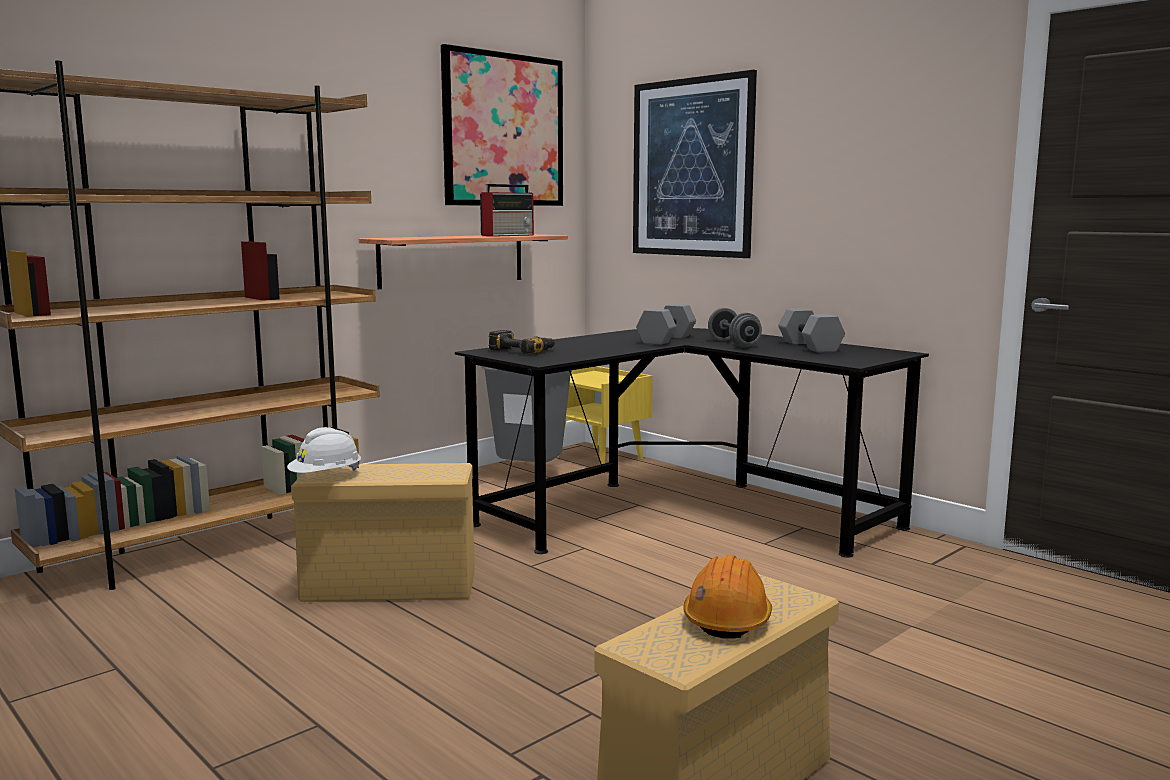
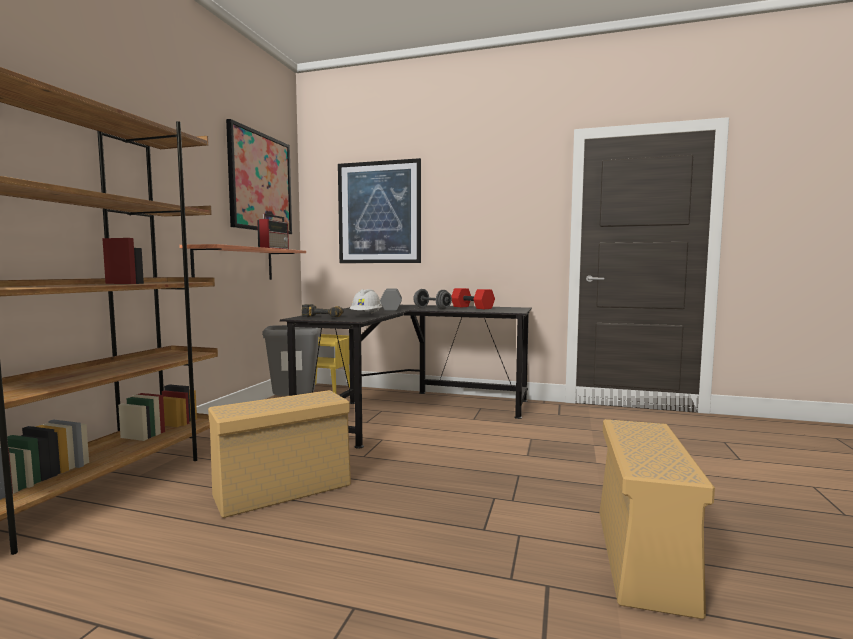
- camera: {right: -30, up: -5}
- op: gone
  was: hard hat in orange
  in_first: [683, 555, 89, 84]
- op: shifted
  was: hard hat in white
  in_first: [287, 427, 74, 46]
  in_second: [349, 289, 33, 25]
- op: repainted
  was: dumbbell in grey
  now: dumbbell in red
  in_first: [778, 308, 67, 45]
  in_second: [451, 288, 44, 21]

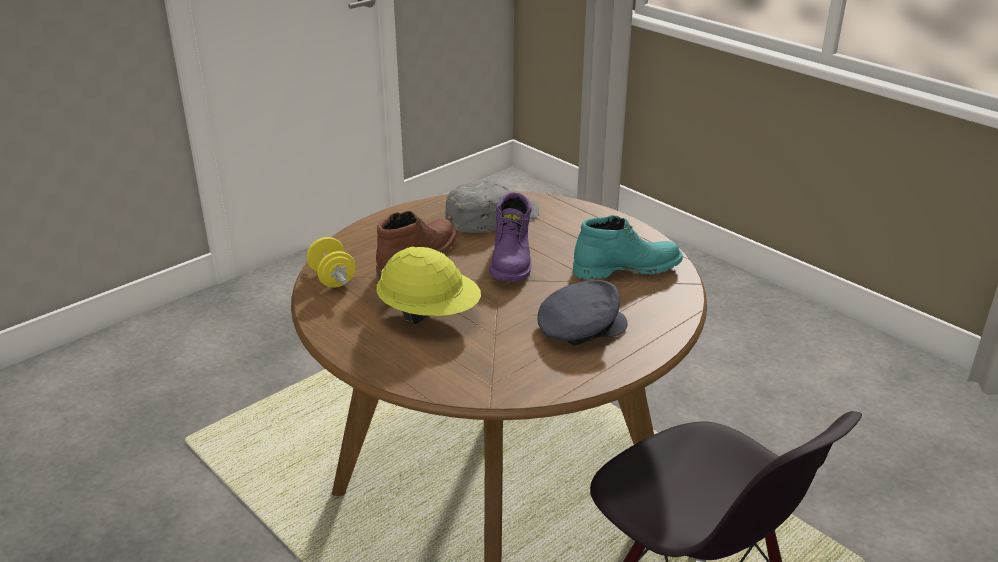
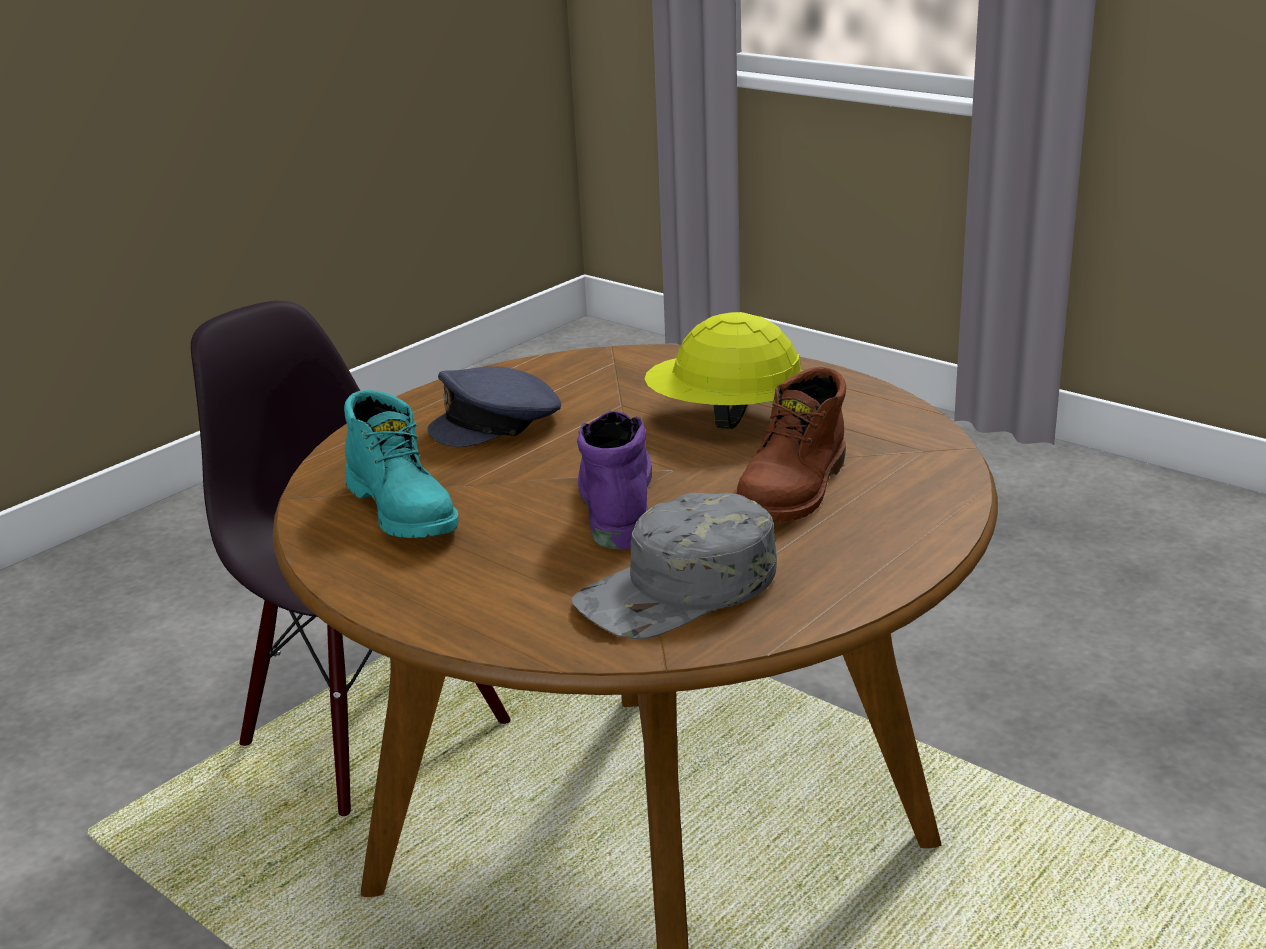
- camera: {right: 175, up: -5}
- op: gone
  was: dumbbell in yellow
  in_first: [307, 237, 49, 51]
- op: rotated
  was: boot in turquoise
  in_first: [573, 216, 110, 63]
  in_second: [344, 390, 114, 148]
  clockwise: -105

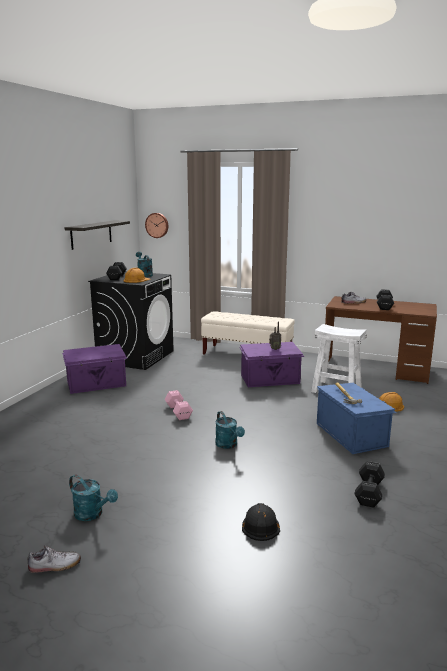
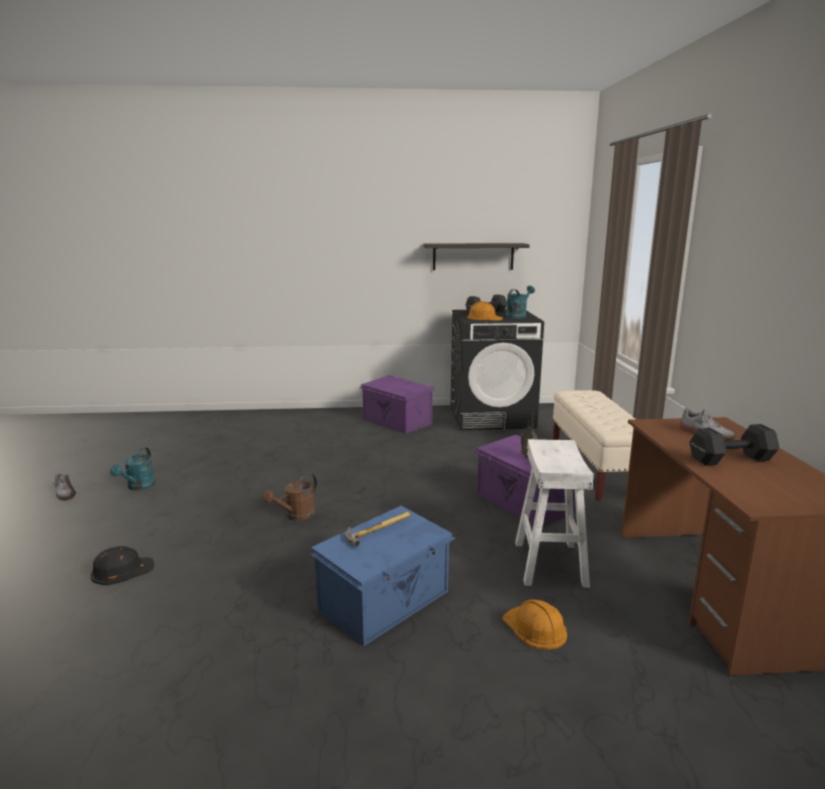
- camera: {right: 65, up: 0}
- op: gone
  was: wall clock
  in_first: [145, 213, 23, 25]
- op: gone
  was: dumbbell in pink
  in_first: [165, 390, 28, 30]
- op: gone
  was: dumbbell in black
  in_first: [354, 461, 31, 47]
- op: repainted
  was: watering can in turquoise
  now: watering can in brown
  in_first: [215, 411, 30, 38]
  in_second: [263, 473, 54, 48]

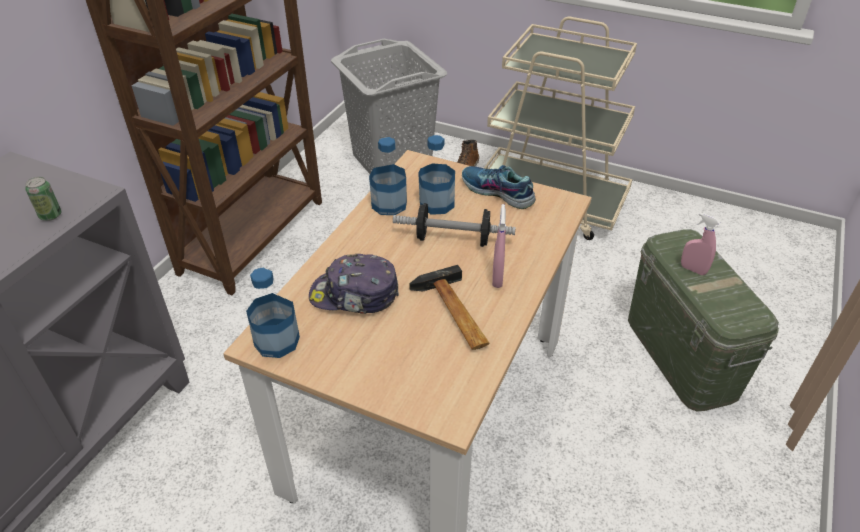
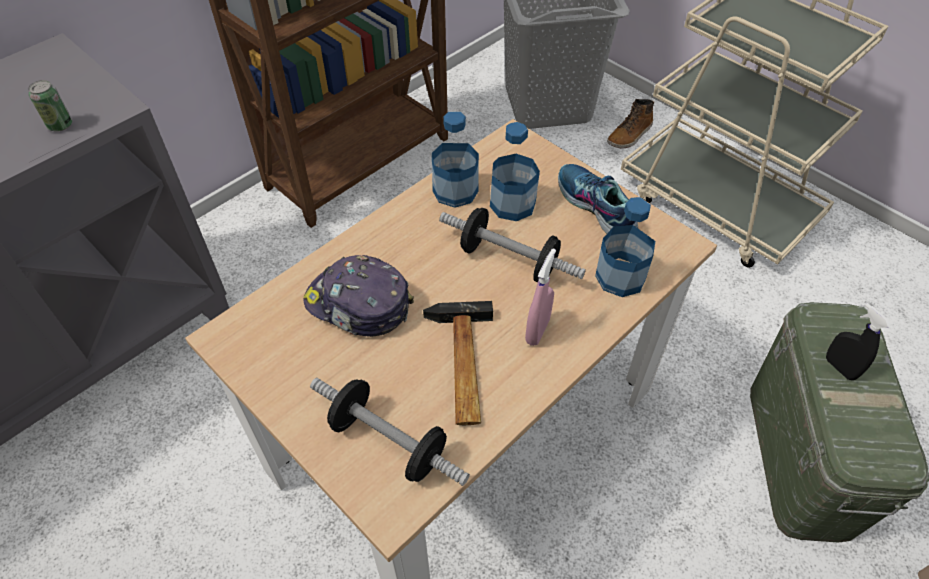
- camera: {right: 20, up: 10}
- op: new
  now: dumbbell
  in_second: [310, 378, 160, 108]
- op: shifted
  was: bottle
  in_first: [246, 267, 54, 91]
  in_second: [595, 197, 60, 100]
- op: repainted
  was: spray bottle in pink
  now: spray bottle in black
  in_first: [681, 213, 39, 62]
  in_second: [826, 303, 65, 77]

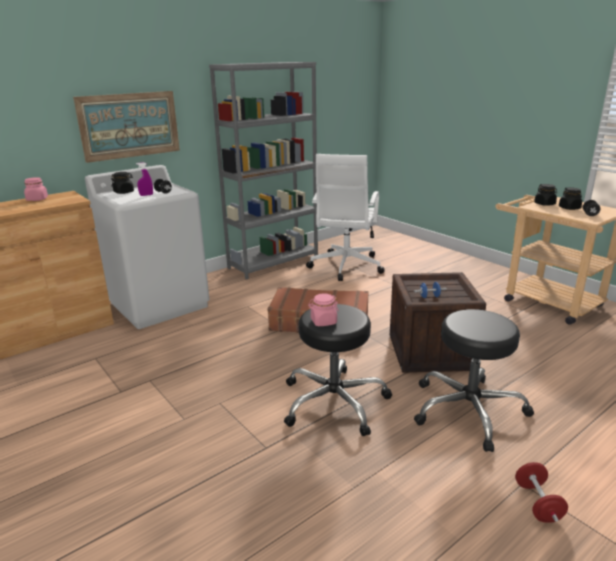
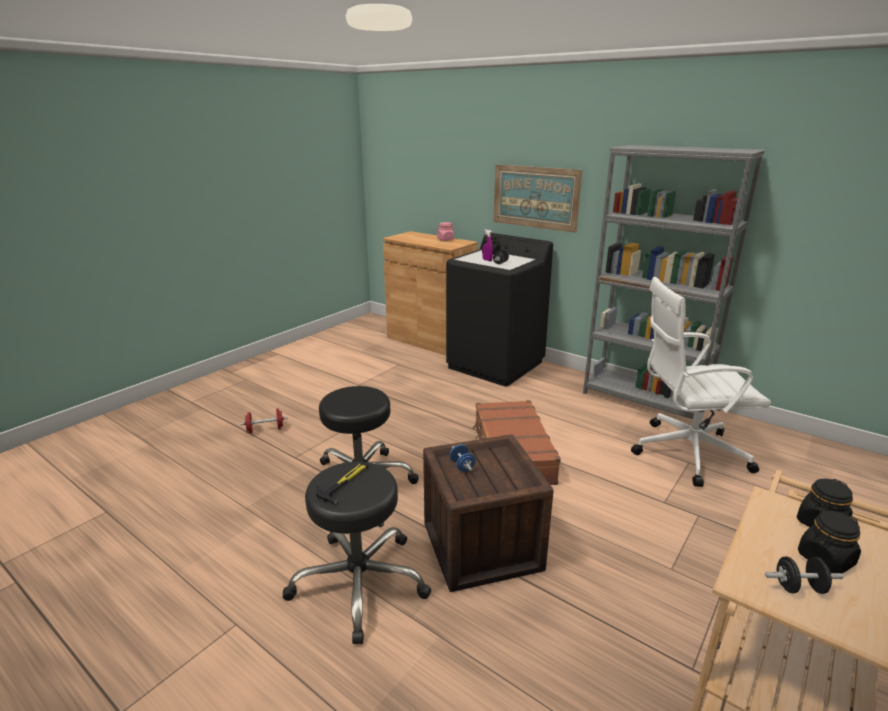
- camera: {right: 75, up: 0}
- op: gone
  was: jar in pink
  in_first: [308, 293, 31, 33]
- op: new
  now: hammer
  in_second: [316, 461, 53, 44]
- op: shifted
  was: dumbbell in red
  in_first: [515, 462, 53, 61]
  in_second: [241, 408, 46, 25]
- op: repainted
  was: washing machine in white
  now: washing machine in black
  in_first: [85, 165, 125, 164]
  in_second: [446, 233, 107, 154]

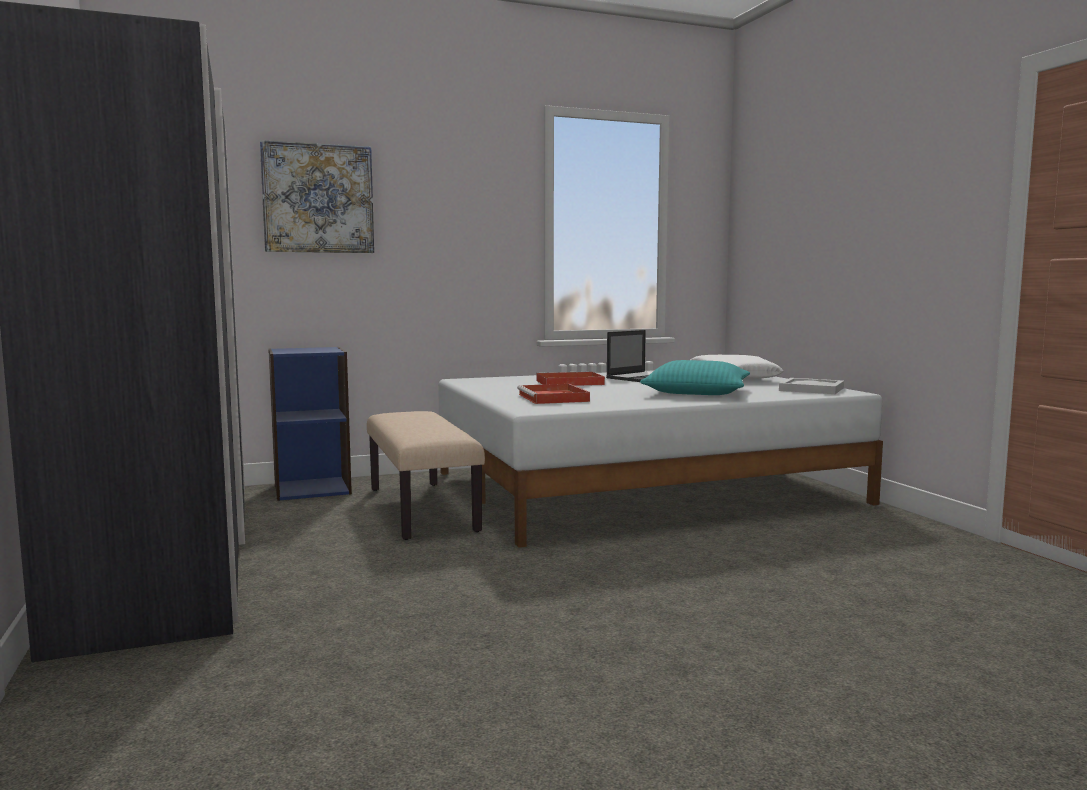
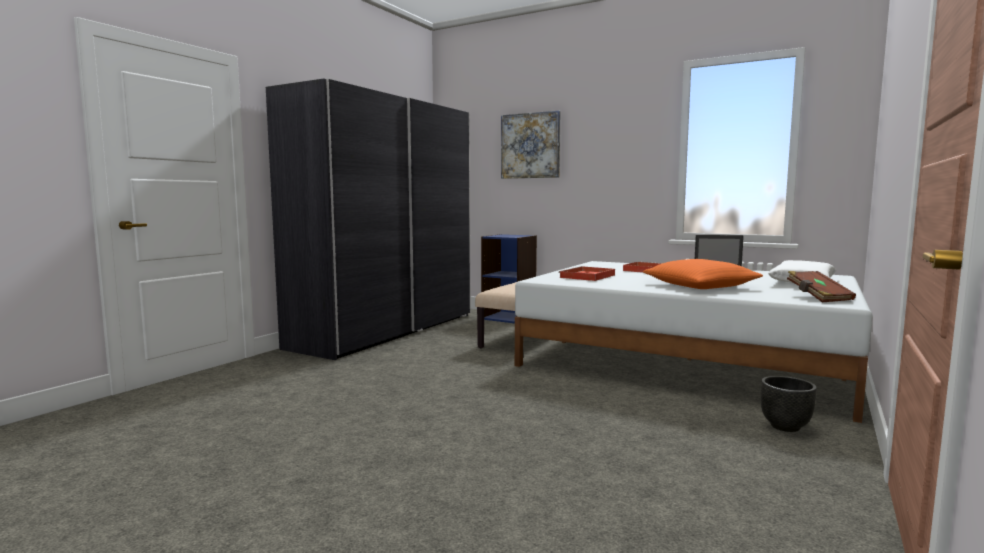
- camera: {right: 50, up: 0}
- op: new
  now: planter in black
  in_second: [760, 376, 57, 56]
- op: swapped
  was: tray in white
  now: book in brown
  in_first: [779, 378, 65, 16]
  in_second: [787, 271, 69, 31]
- op: repainted
  was: pillow in turquoise
  now: pillow in orange
  in_first: [640, 360, 110, 35]
  in_second: [643, 259, 120, 30]

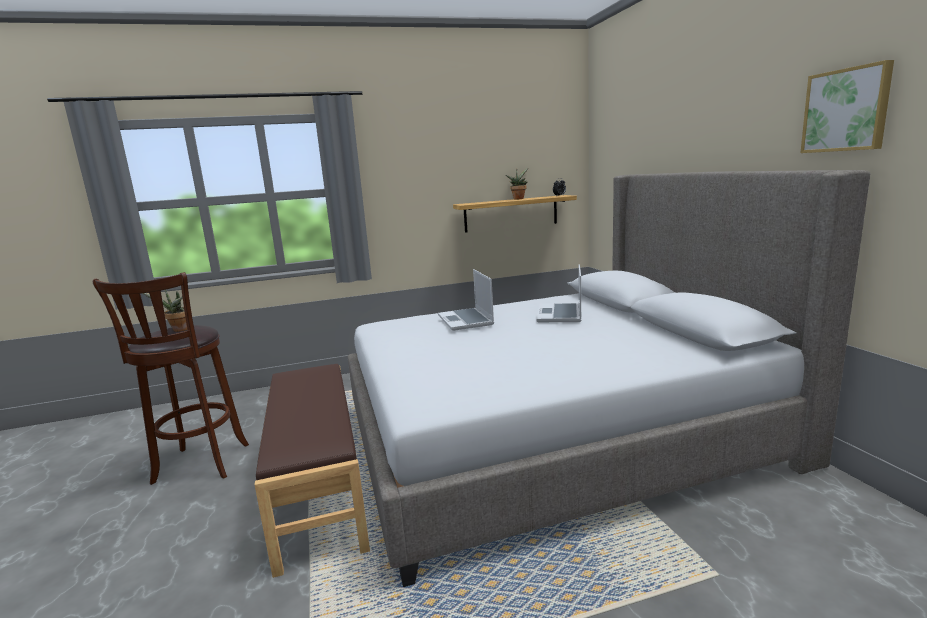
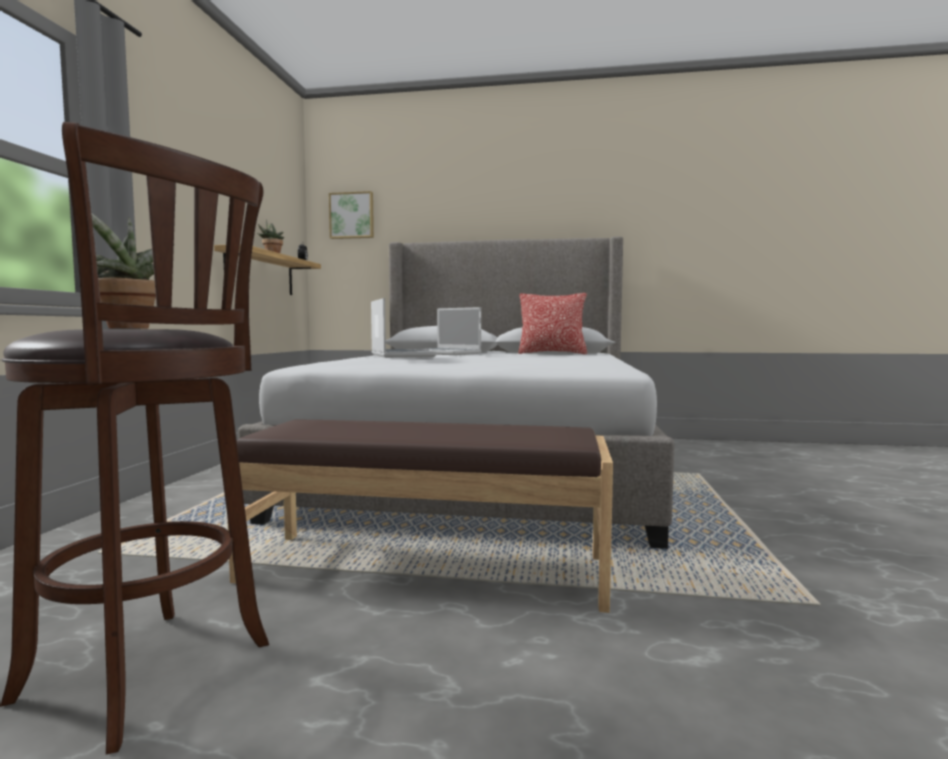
- camera: {right: -65, up: -10}
- op: new
  now: pillow
  in_second: [518, 293, 69, 61]
- op: shifted
  was: picture
  in_first: [800, 60, 94, 93]
  in_second: [329, 191, 45, 48]
- op: rotated
  was: laptop
  in_first: [438, 269, 56, 62]
  in_second: [371, 298, 66, 60]
  clockwise: -120

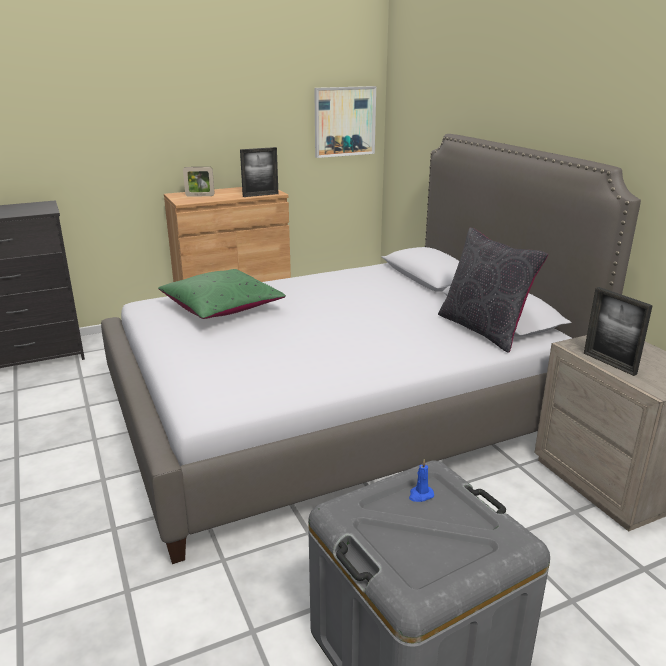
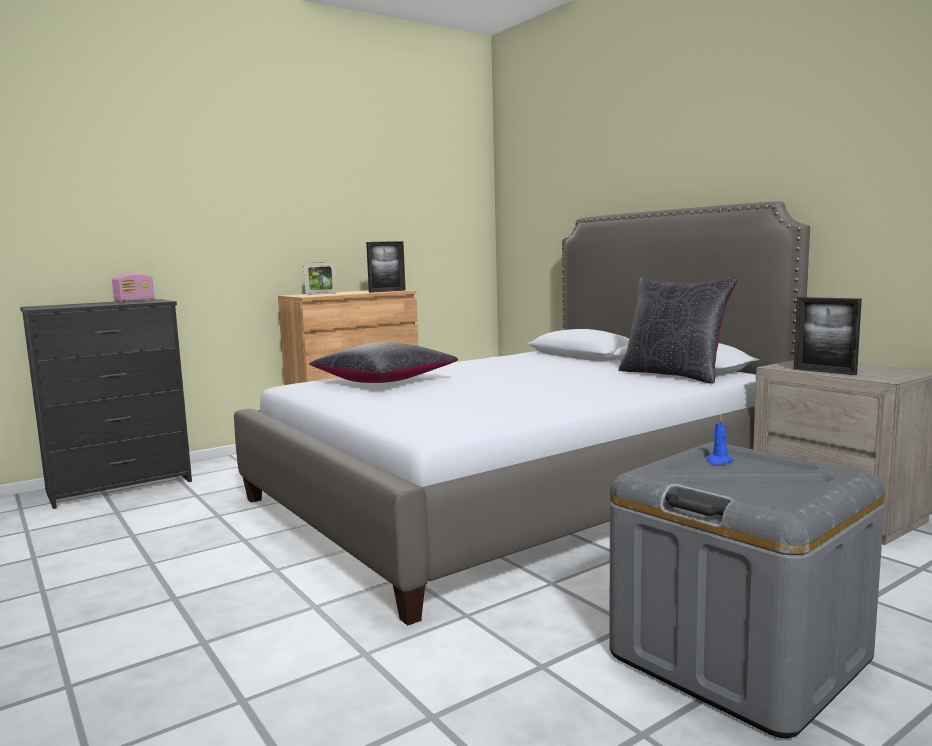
- camera: {right: -10, up: -15}
- op: gone
  was: picture
  in_first: [314, 86, 62, 72]
- op: new
  now: radio
  in_second: [112, 274, 42, 28]
- op: repainted
  was: pillow in green
  now: pillow in black
  in_first: [158, 269, 128, 50]
  in_second: [309, 342, 149, 41]

